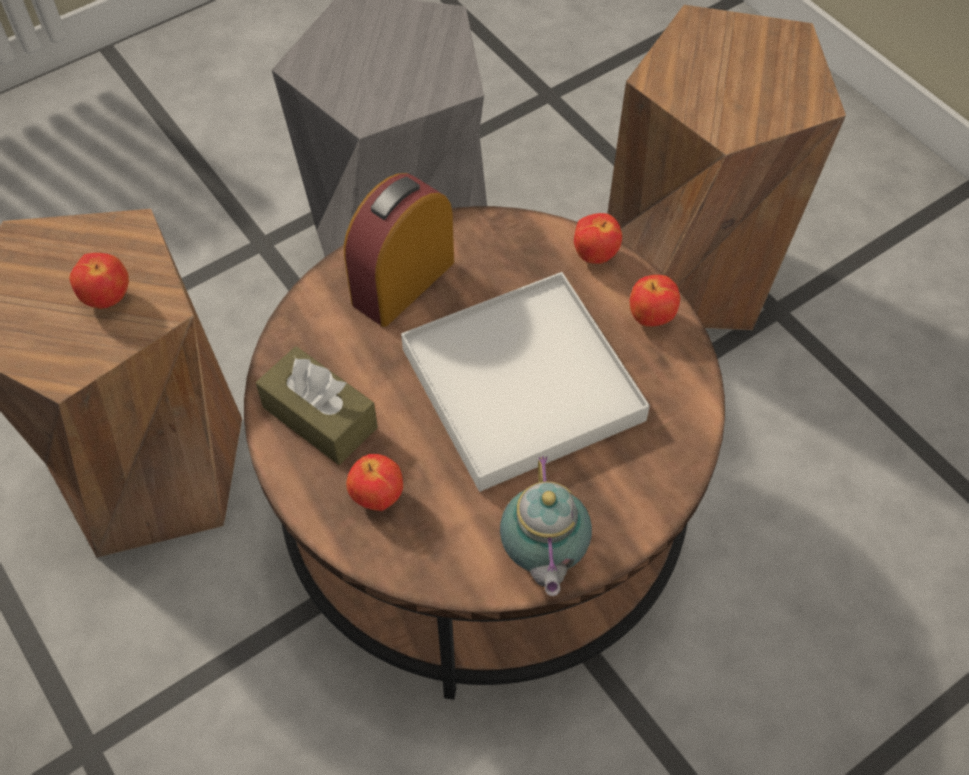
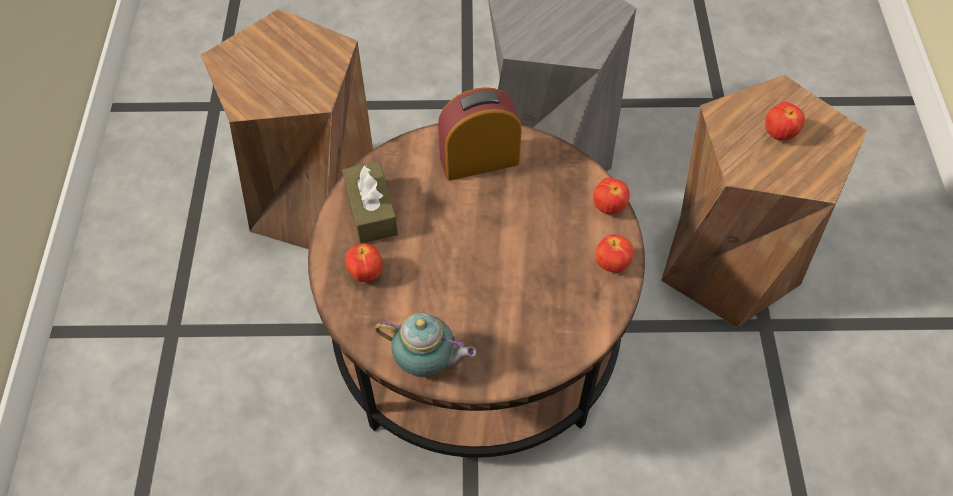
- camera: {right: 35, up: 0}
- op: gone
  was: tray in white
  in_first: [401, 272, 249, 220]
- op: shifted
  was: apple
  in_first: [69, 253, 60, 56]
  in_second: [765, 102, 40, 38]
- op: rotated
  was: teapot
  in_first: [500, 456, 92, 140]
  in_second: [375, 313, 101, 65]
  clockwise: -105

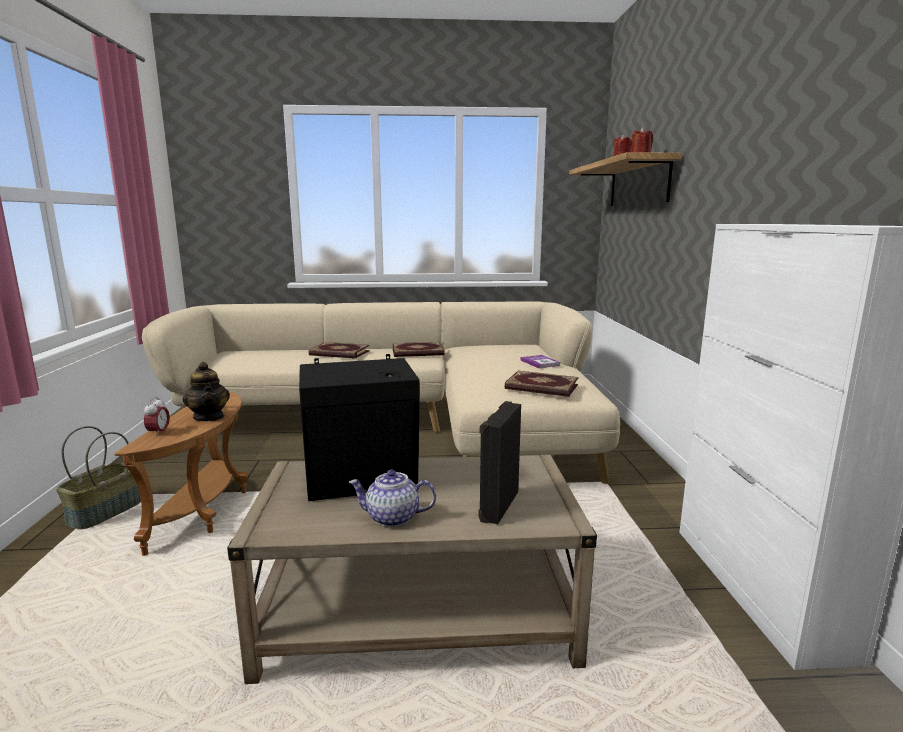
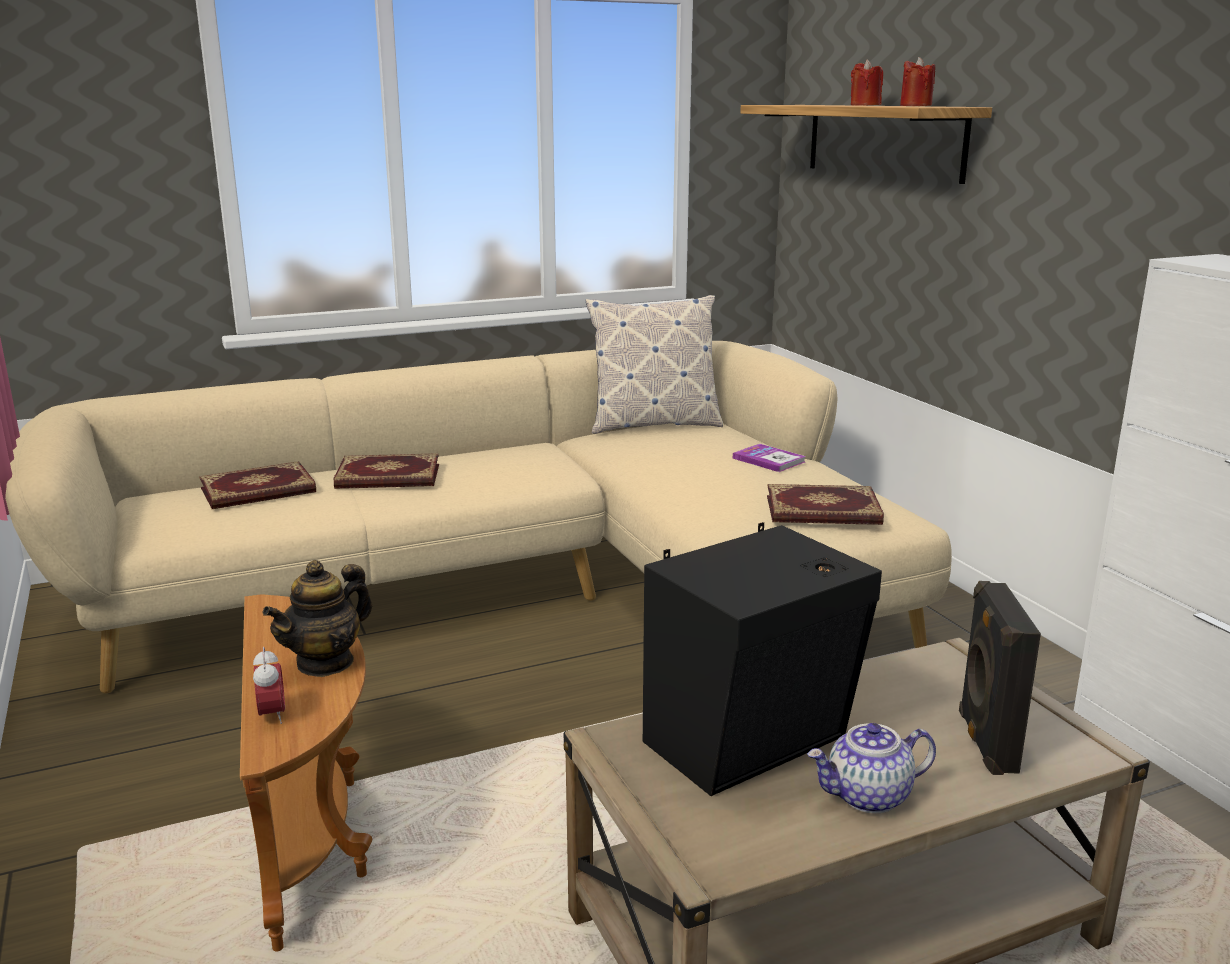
- camera: {right: -20, up: 5}
- op: gone
  was: basket
  in_first: [56, 426, 85, 104]
- op: new
  now: pillow
  in_second: [585, 295, 138, 139]
- op: shifted
  was: book
  in_first: [392, 342, 53, 15]
  in_second: [199, 461, 117, 48]
- op: rotated
  was: teapot
  in_first: [183, 362, 47, 59]
  in_second: [262, 560, 110, 117]
  clockwise: 90

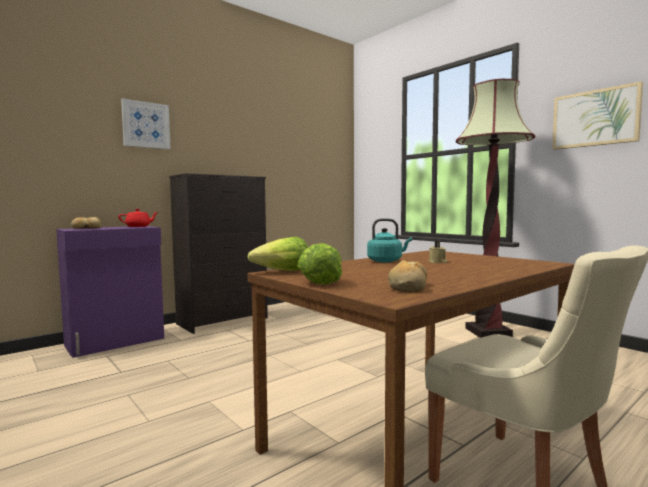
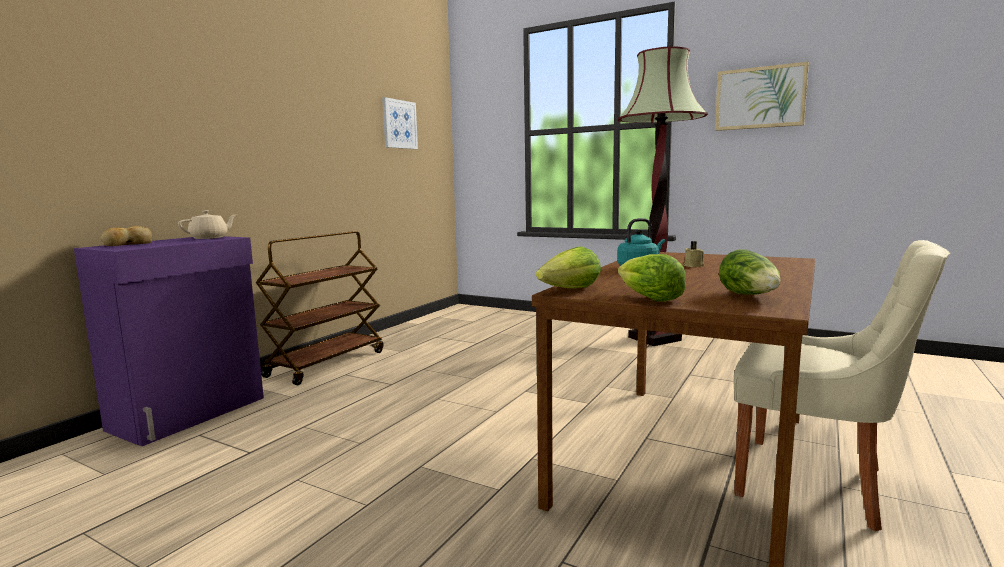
- camera: {right: -20, up: 5}
- op: shifted
  was: picture
  in_first: [121, 98, 50, 51]
  in_second: [382, 97, 36, 52]
- op: swapped
  was: dresser in black
  now: cart in brown
  in_first: [169, 173, 99, 161]
  in_second: [256, 231, 127, 154]
- op: swapped
  was: bread
  now: lettuce
  in_first: [388, 260, 39, 32]
  in_second: [719, 249, 62, 46]
- op: repainted
  was: teapot in red
  now: teapot in beige
  in_first: [118, 209, 41, 18]
  in_second: [178, 210, 58, 29]

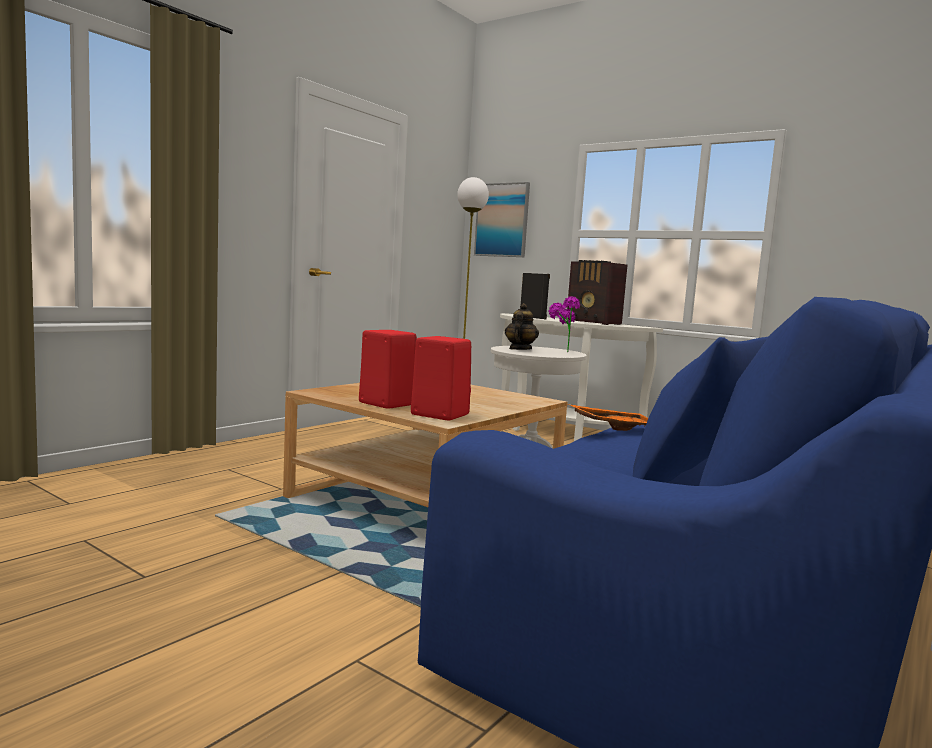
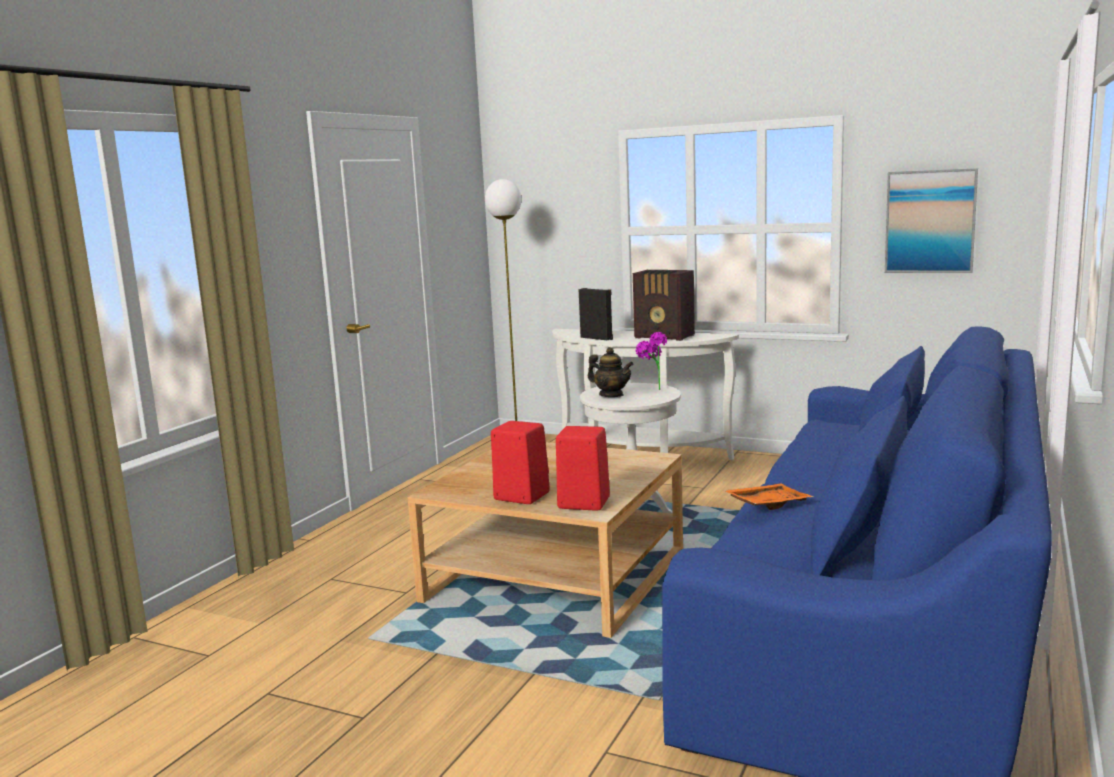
- camera: {right: -10, up: 5}
- op: shifted
  was: picture
  in_first: [474, 182, 56, 75]
  in_second: [885, 168, 93, 105]
- op: rotated
  was: teapot
  in_first: [505, 303, 34, 47]
  in_second: [588, 347, 46, 50]
  clockwise: 120

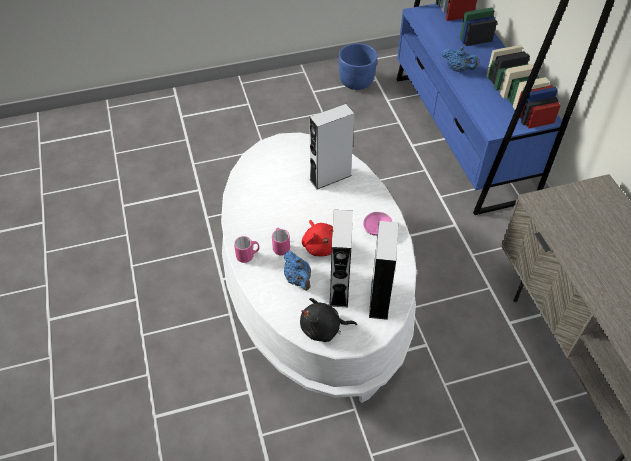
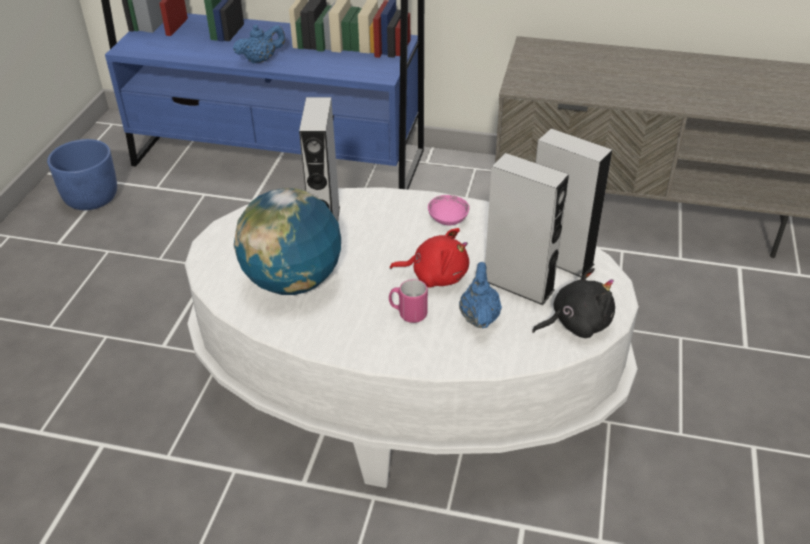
- camera: {right: -60, up: -10}
- op: gone
  was: mug in pink
  in_first: [234, 236, 26, 27]
- op: new
  now: globe
  in_second: [234, 188, 107, 107]
- op: rotated
  was: teapot in blue
  in_first: [284, 251, 27, 40]
  in_second: [459, 262, 43, 67]
  clockwise: -90
- op: rotated
  was: plush toy in black
  in_first: [300, 298, 57, 44]
  in_second: [532, 268, 83, 70]
  clockwise: -135

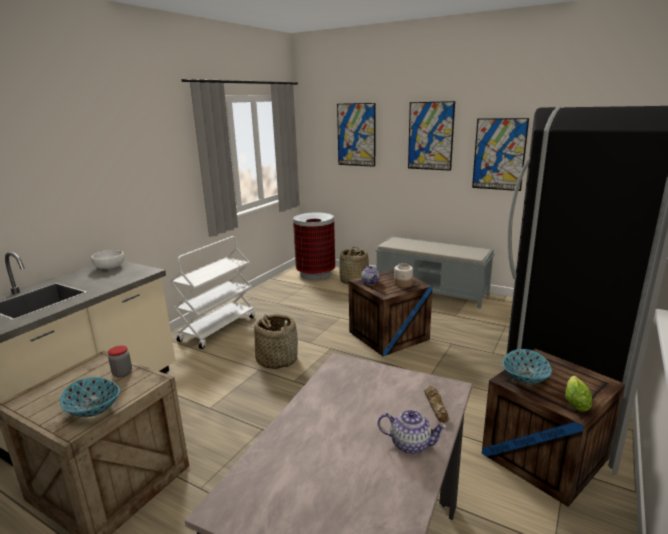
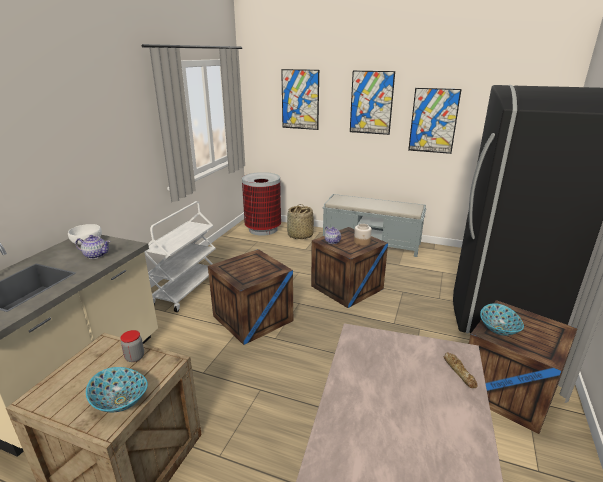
- camera: {right: -10, up: 5}
- op: gone
  was: lettuce
  in_first: [565, 376, 27, 36]
- op: shifted
  was: teapot
  in_first: [378, 410, 69, 44]
  in_second: [76, 235, 34, 24]
- op: swapped
  was: basket
  now: crate
  in_first: [254, 314, 44, 55]
  in_second: [208, 249, 85, 96]

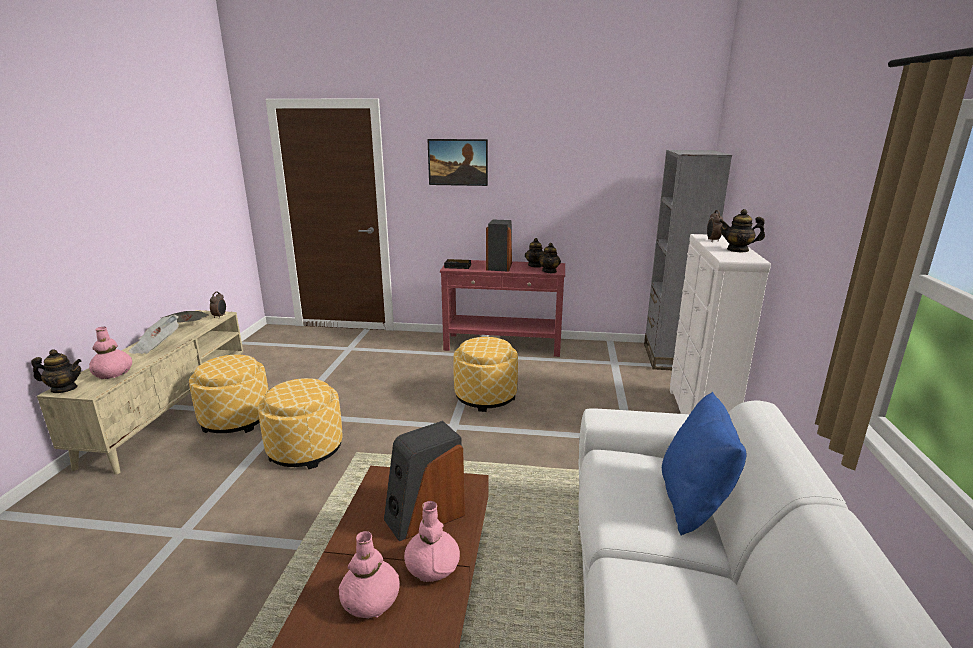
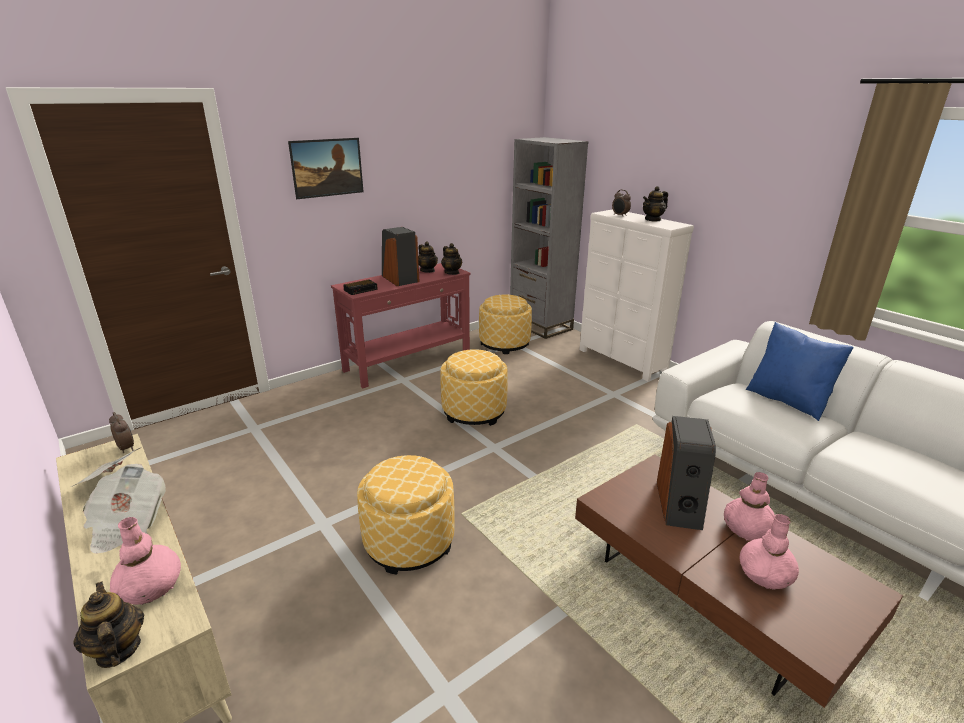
- camera: {right: -45, up: 5}
- op: shifted
  was: ottoman
  in_first: [189, 355, 80, 78]
  in_second: [479, 295, 53, 59]
- op: rotated
  was: teapot
  in_first: [31, 349, 50, 44]
  in_second: [73, 581, 71, 87]
  clockwise: -75

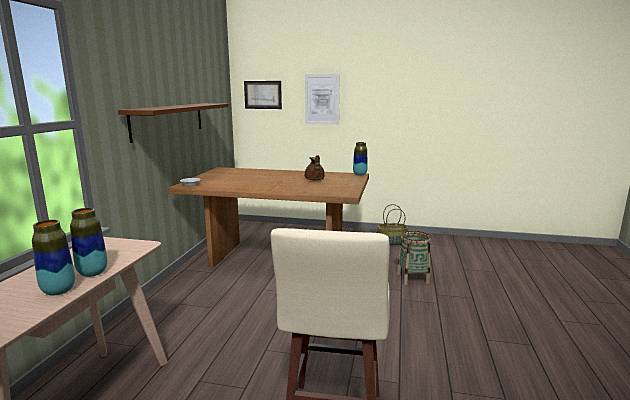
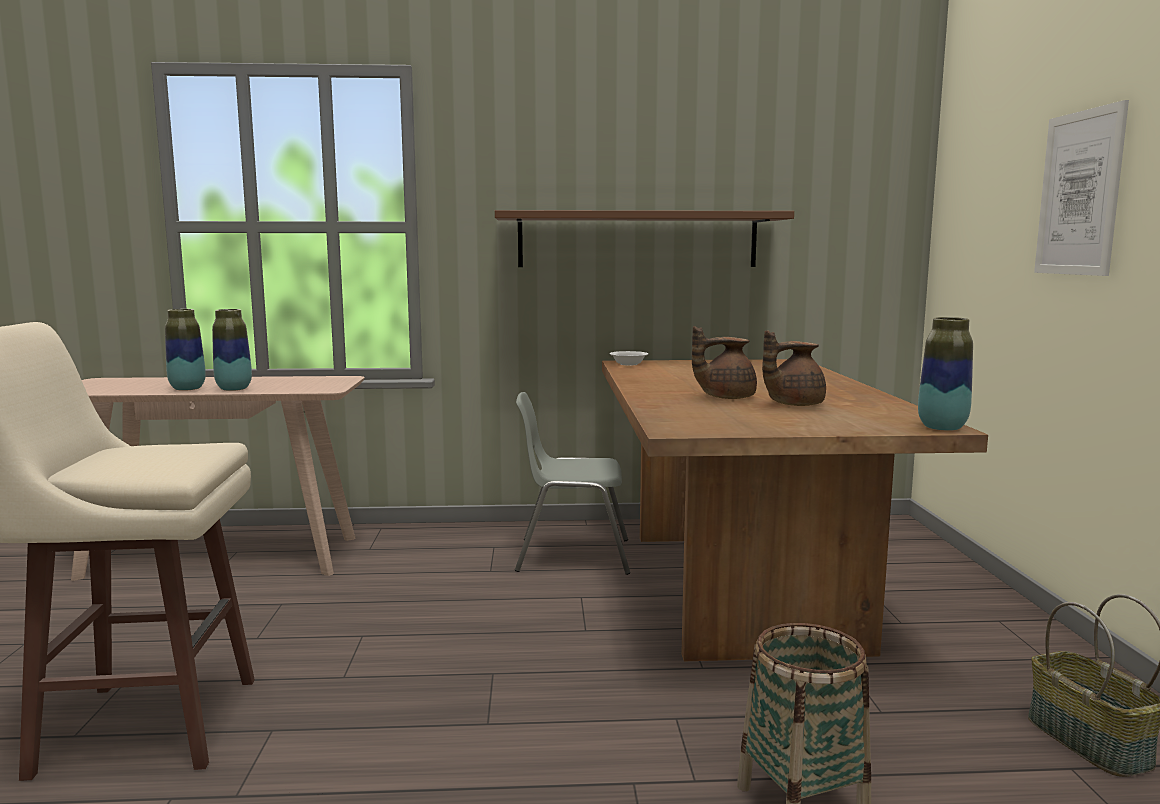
- camera: {right: 75, up: -5}
- op: gone
  was: picture
  in_first: [244, 81, 38, 28]
- op: new
  now: chair in grey
  in_second: [515, 392, 115, 183]
- op: new
  now: teapot in brown
  in_second: [692, 326, 65, 73]

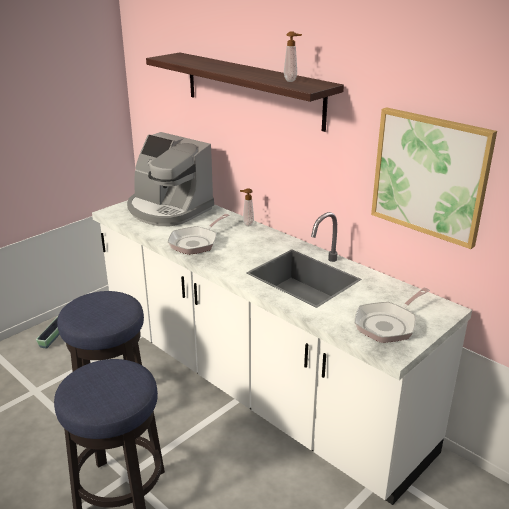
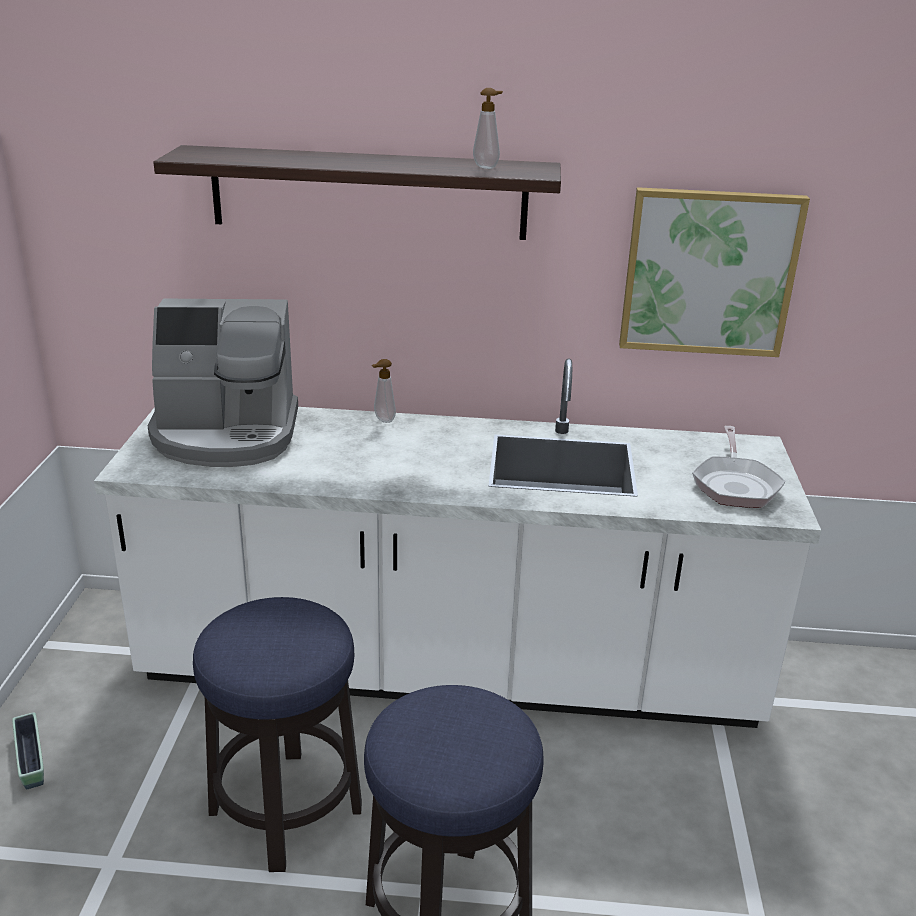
- camera: {right: -40, up: 0}
- op: gone
  was: frying pan
  in_first: [168, 214, 62, 41]

